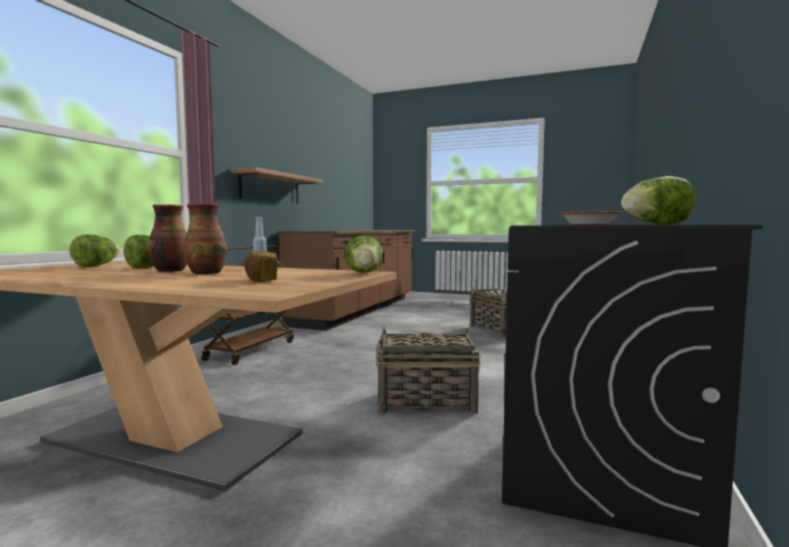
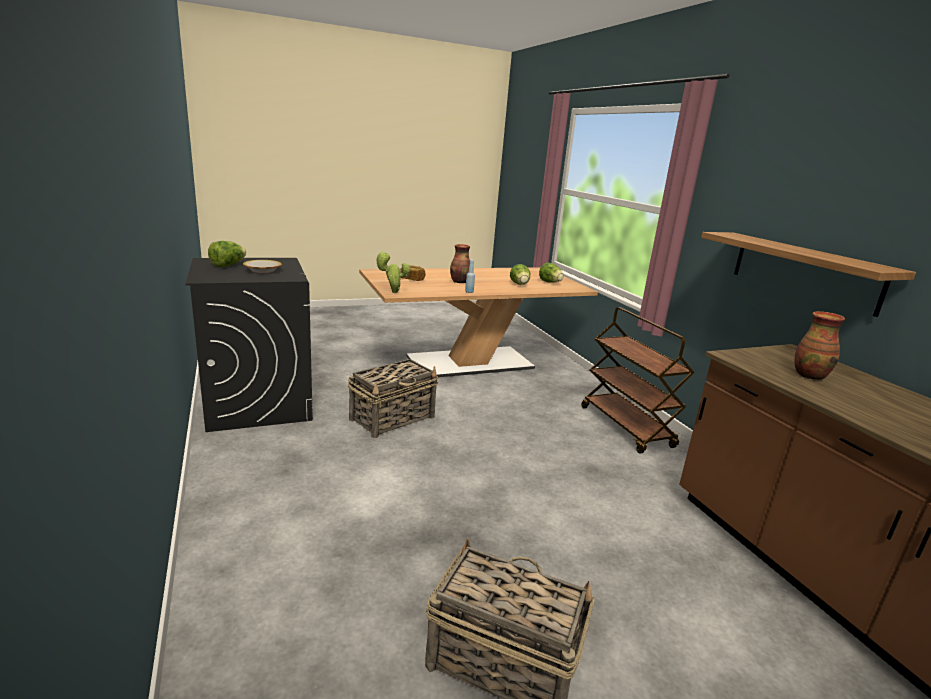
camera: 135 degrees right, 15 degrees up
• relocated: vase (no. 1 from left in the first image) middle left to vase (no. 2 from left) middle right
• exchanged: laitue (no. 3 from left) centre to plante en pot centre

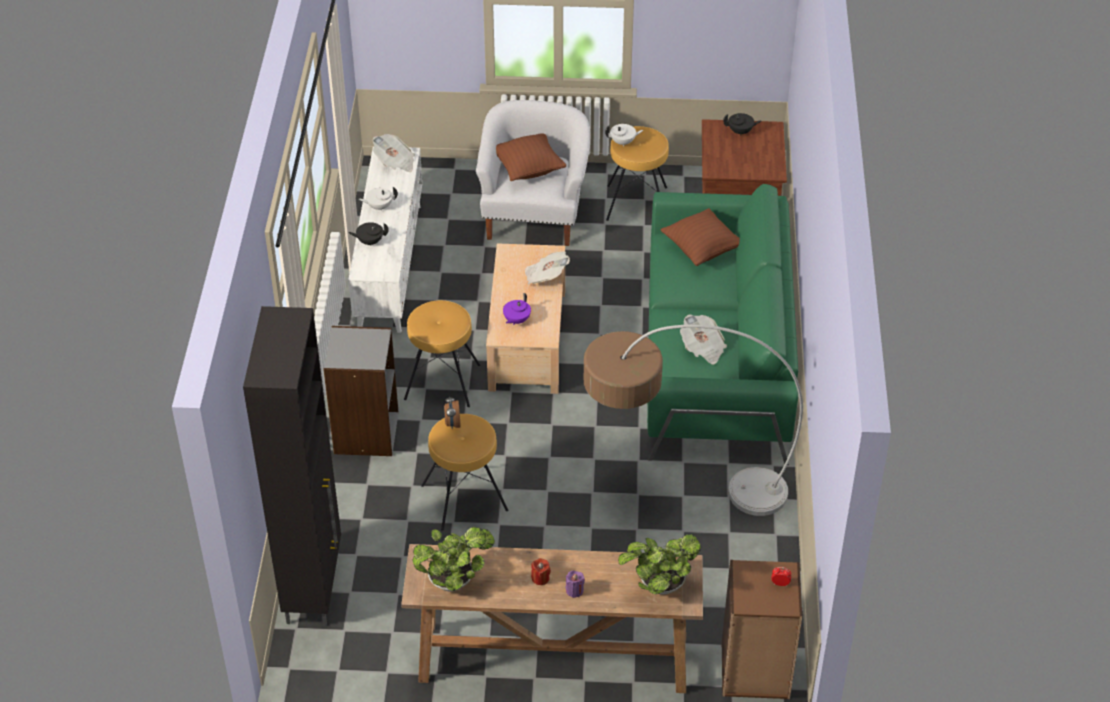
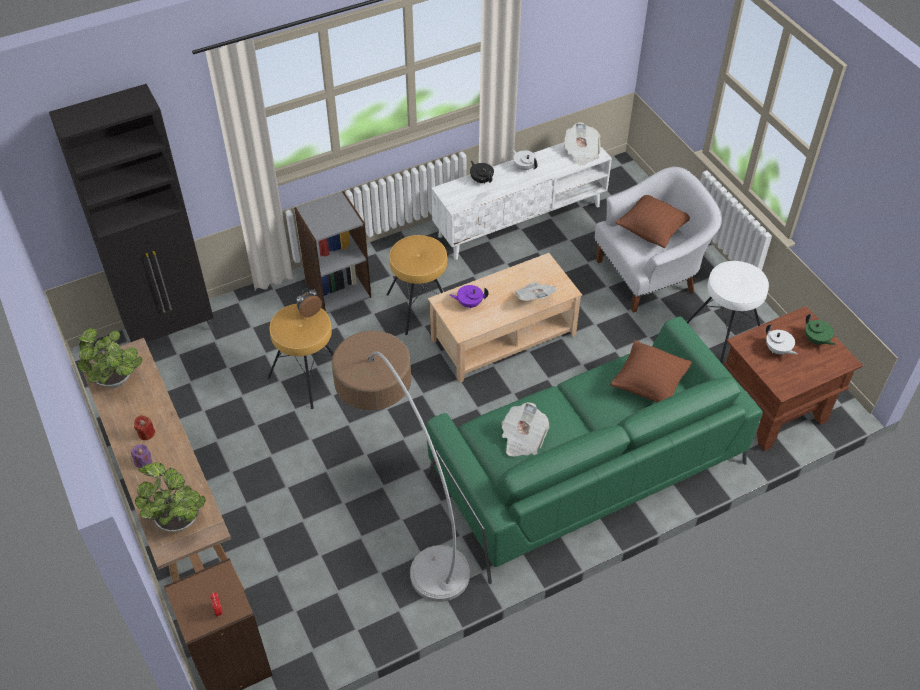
camera: 60 degrees right, 5 degrees up
• relocated: théière (blanc) (no. 2 from left) top centre to middle right
• colour: tabouret (marron) (no. 3 from left) top centre to tabouret (blanc) middle right
• colour: théière (noir) (no. 2 from left) top right to théière (vert) middle right

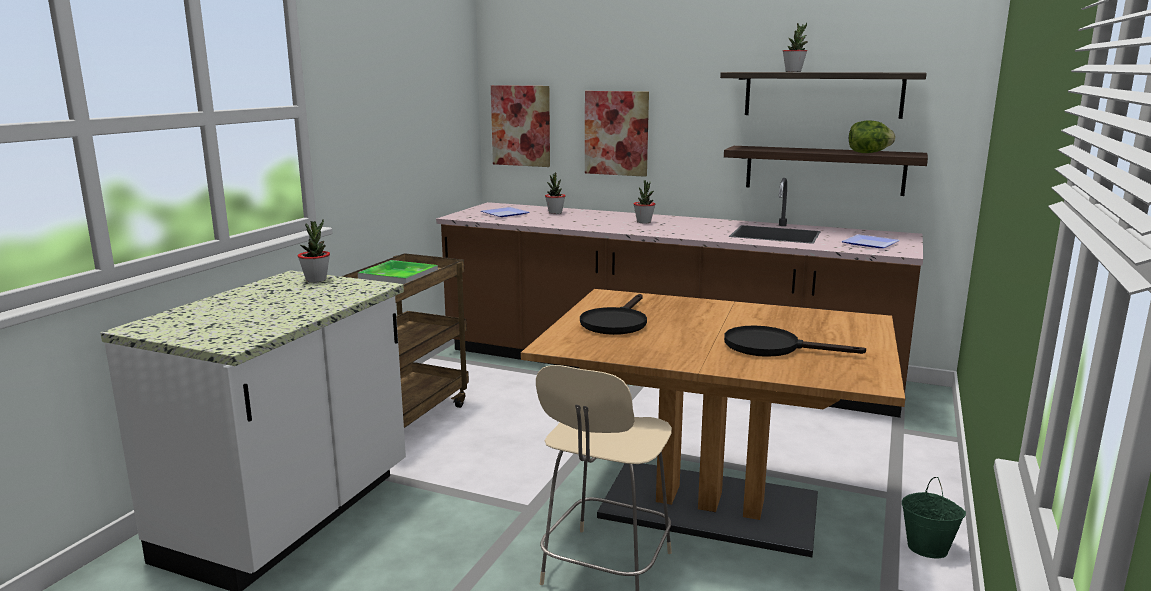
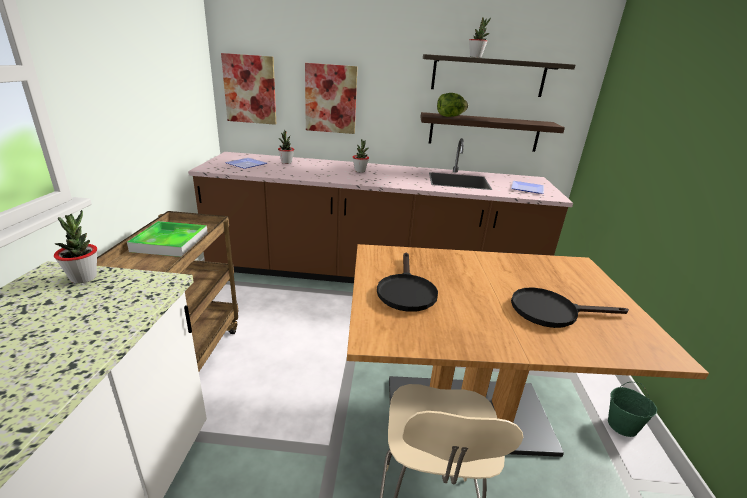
camera: 20 degrees left, 10 degrees up
• relocated: laitue top right to top centre

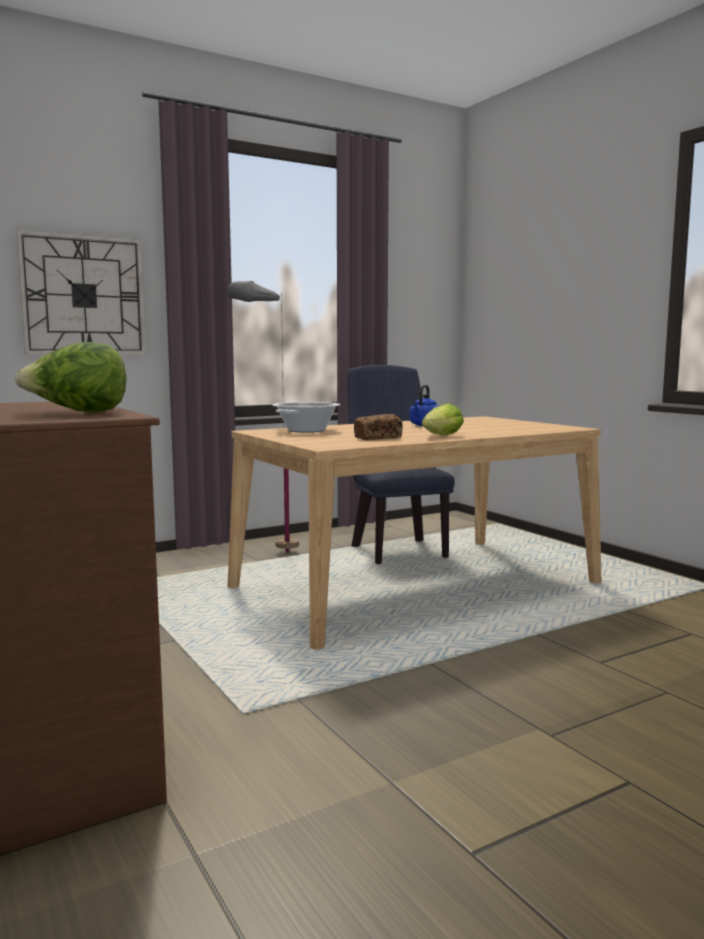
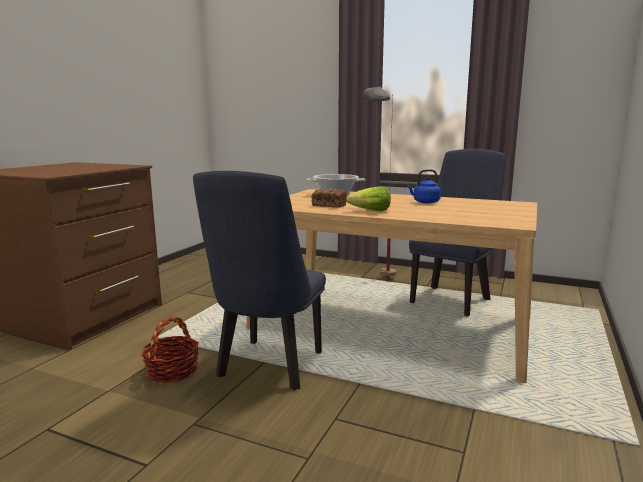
camera: 55 degrees right, 5 degrees up
• missing: laitue (no. 1 from left) middle left
• missing: horloge murale top left
• appeared: panier bottom left
• appeared: chaise (bleu) (no. 1 from left) centre

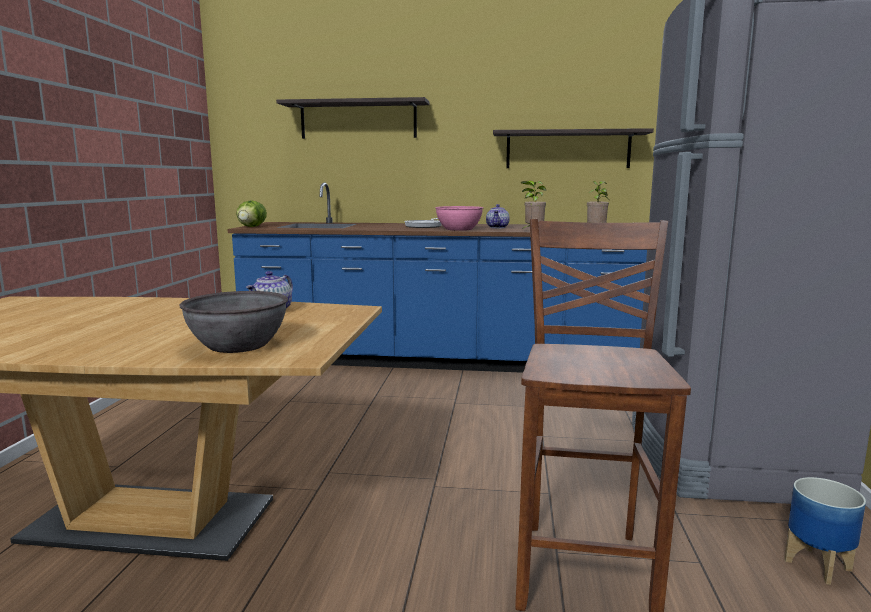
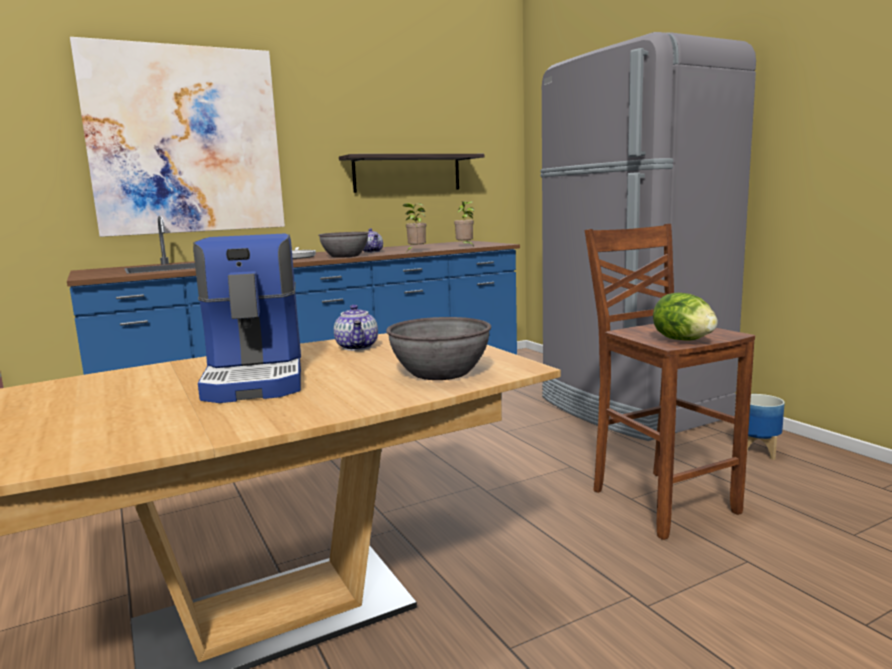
camera: 35 degrees left, 0 degrees up
• appeared: machine à café middle left
• relocated: laitue middle left to middle right
• exchanged: étagère (no. 1 from left) top centre to tableau top left
• colour: bol (rose) centre to bol (gris) (no. 1 from left) centre

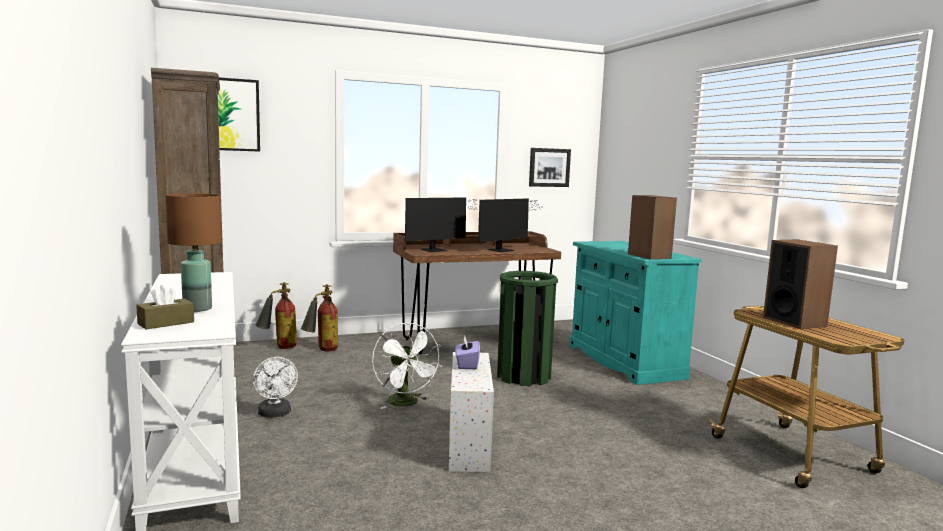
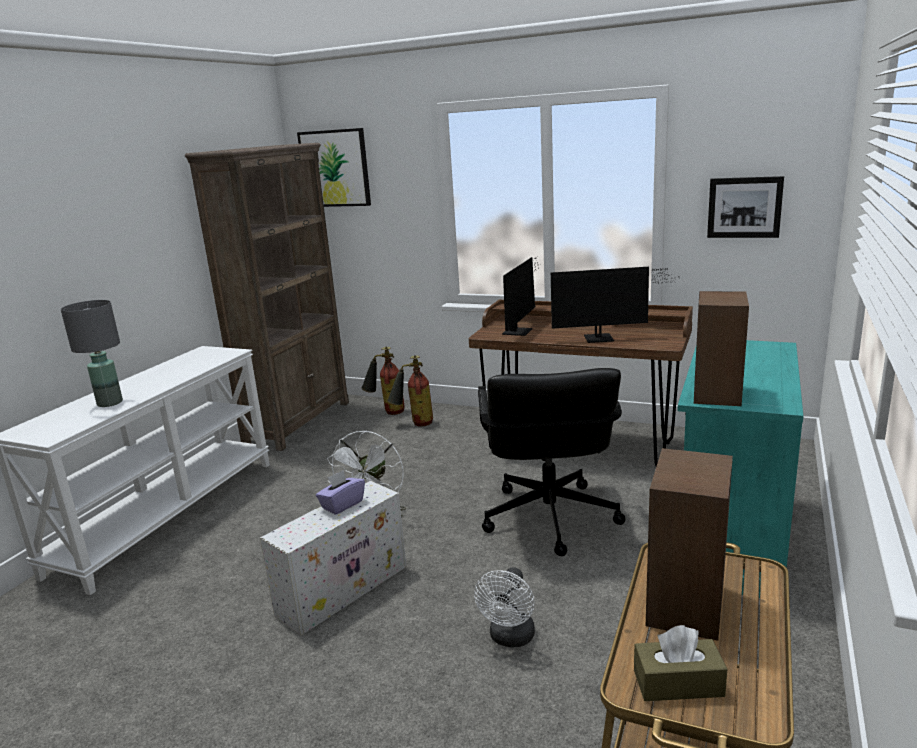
camera: 45 degrees right, 10 degrees up
• relocated: boîte à mouchoirs (marron) middle left to bottom right
• relocated: ventilateur (blanc) (no. 1 from left in the first image) bottom left to ventilateur (blanc) (no. 2 from left) bottom centre
• exchanged: poubelle (vert) centre to chaise de bureau (noir) centre
• colour: lampe de table (marron) middle left to lampe de table (gris) middle left
• spun: écran d'ordinateur (no. 1 from left) centre = centre 75 degrees counterclockwise

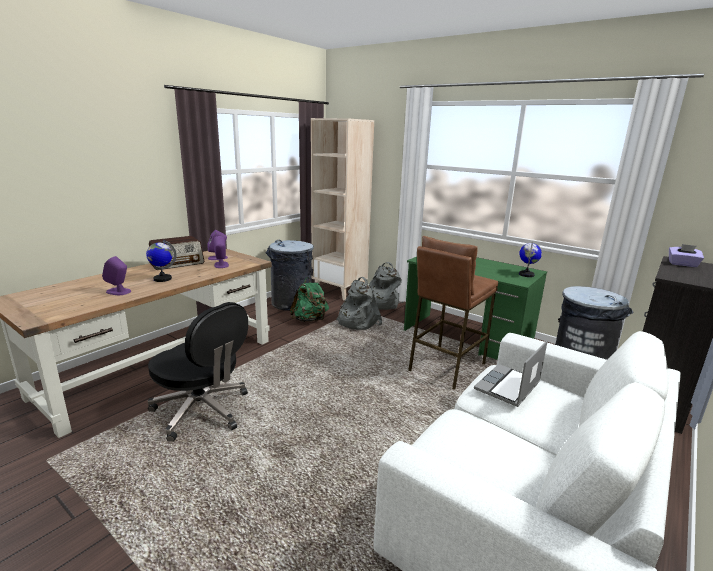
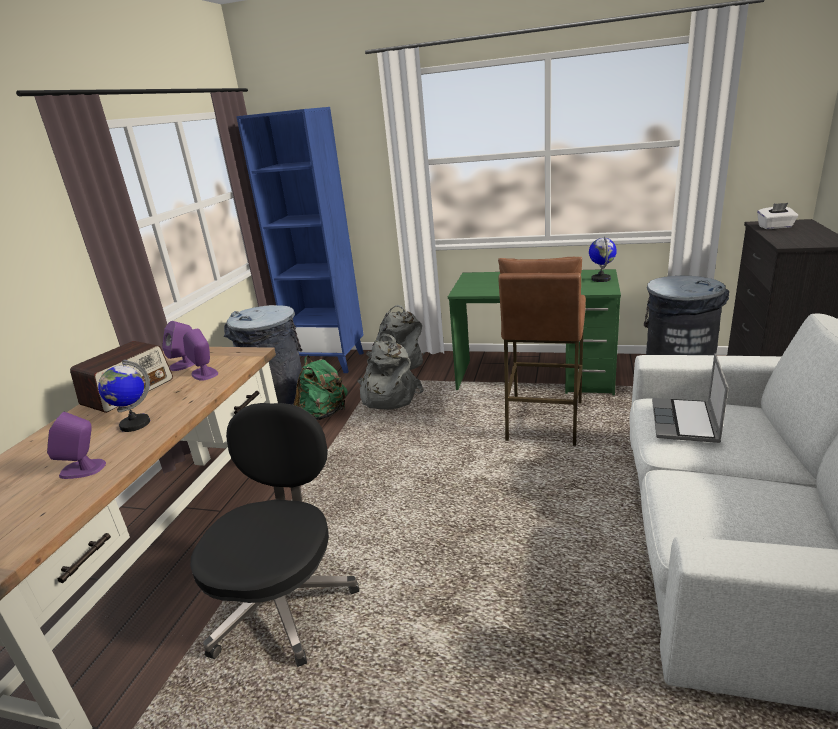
camera: 20 degrees left, 5 degrees up
• colour: bibliothèque (beige) centre to bibliothèque (bleu) top centre
• colour: boîte à mouchoirs (violet) middle right to boîte à mouchoirs (blanc) top right
• spun: chaise de bureau (noir) middle left = bottom left 90 degrees counterclockwise

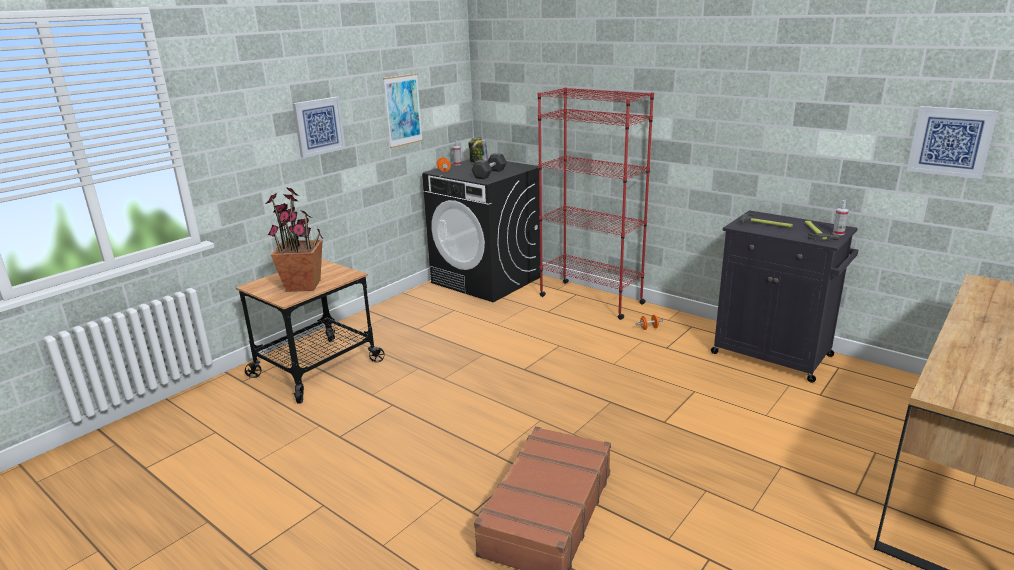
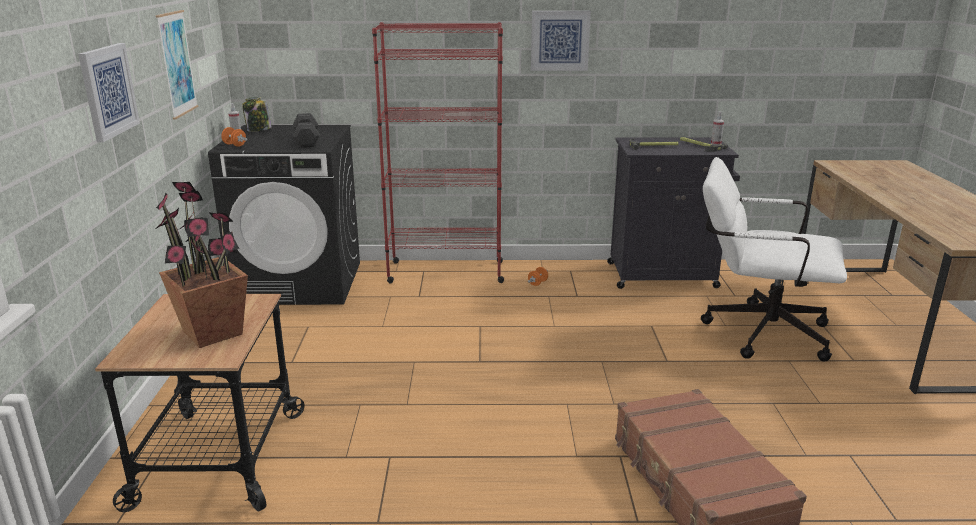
camera: 40 degrees left, 0 degrees up
• appeared: chaise de bureau (blanc) middle right
• relocated: tableau (no. 3 from left) top right to top centre

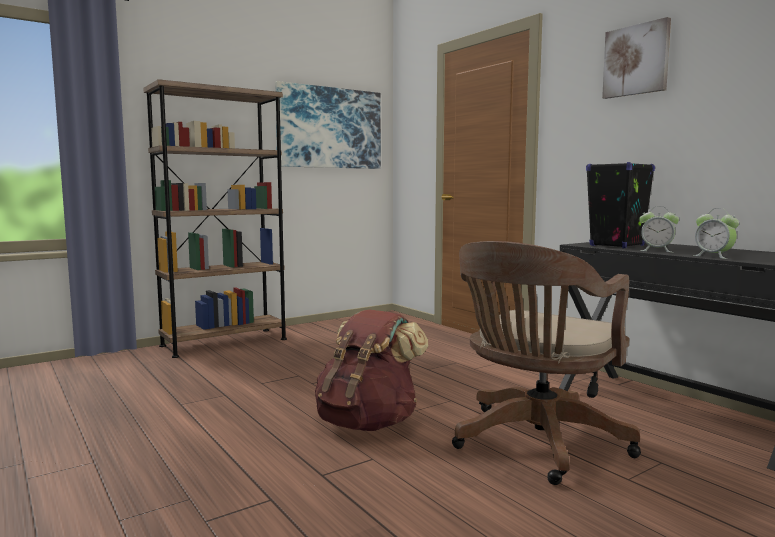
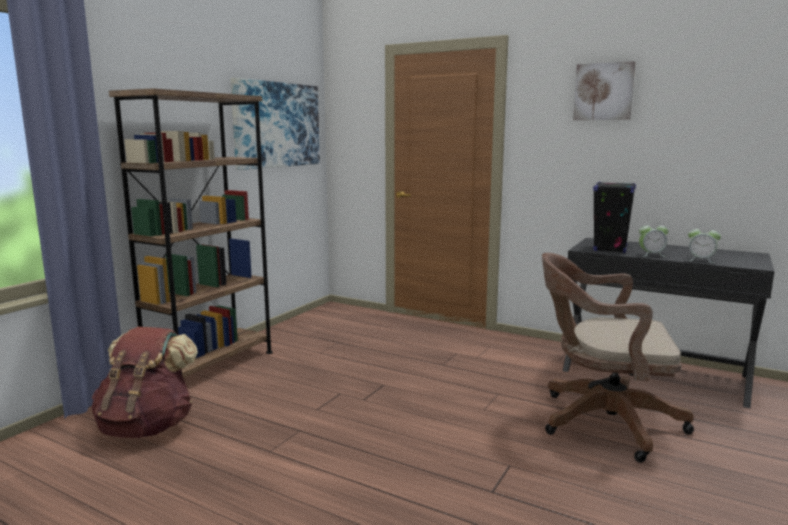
camera: 25 degrees left, 5 degrees up
• relocated: sac à dos (marron) bottom centre to bottom left
• spun: chaise de bureau (marron) bottom right = bottom right 90 degrees clockwise

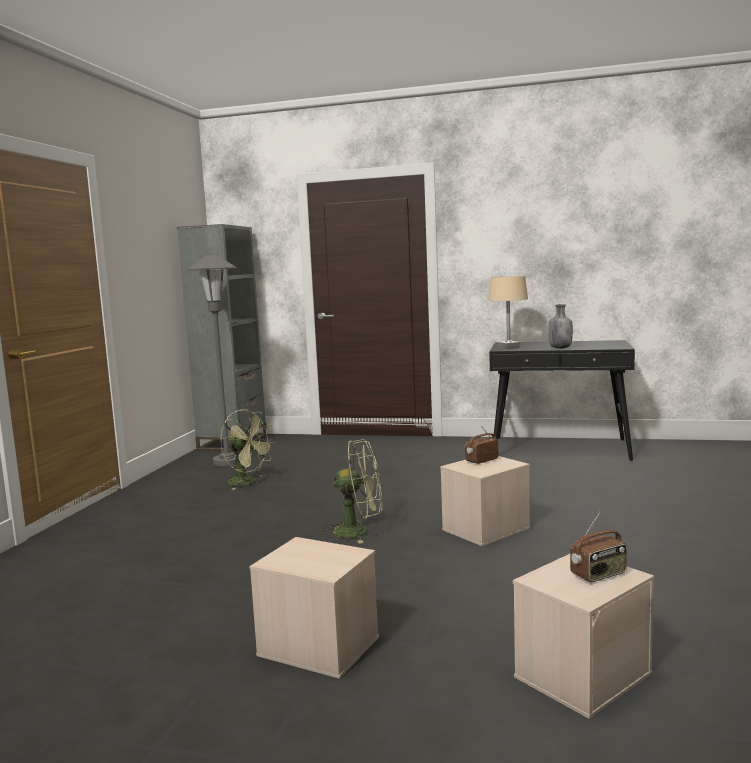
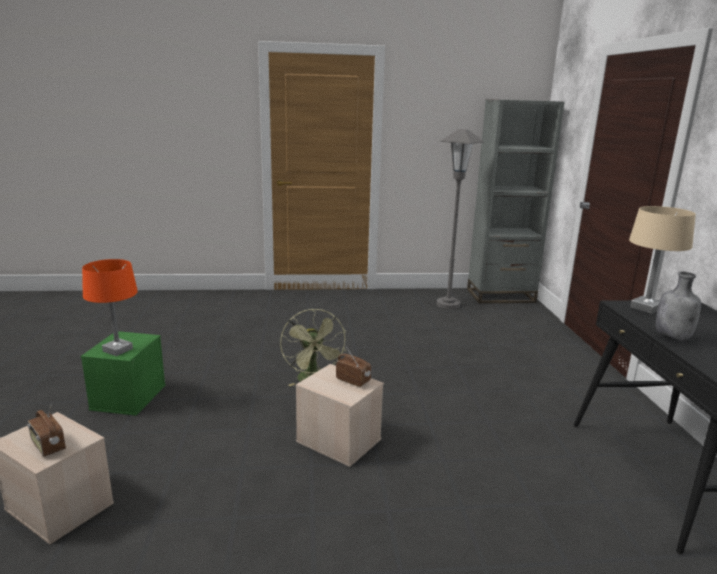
camera: 70 degrees right, 10 degrees up
• missing: ventilateur (vert) (no. 1 from left) middle left
• appeared: lampe de table (orange) middle left
• colour: boîte de rangement (beige) (no. 1 from left) bottom centre to boîte de rangement (vert) middle left

